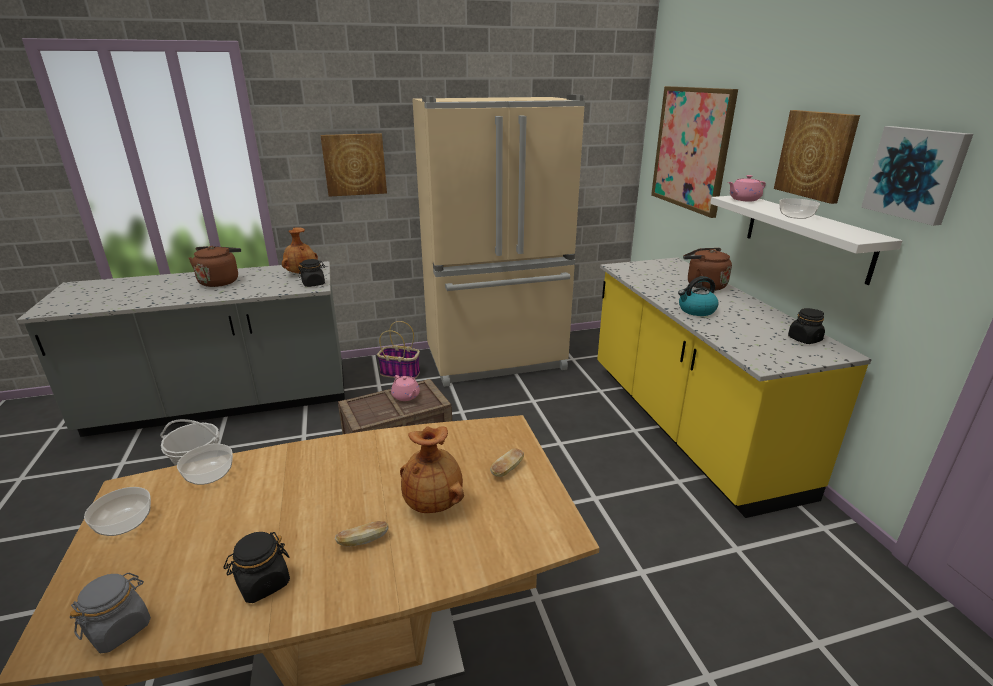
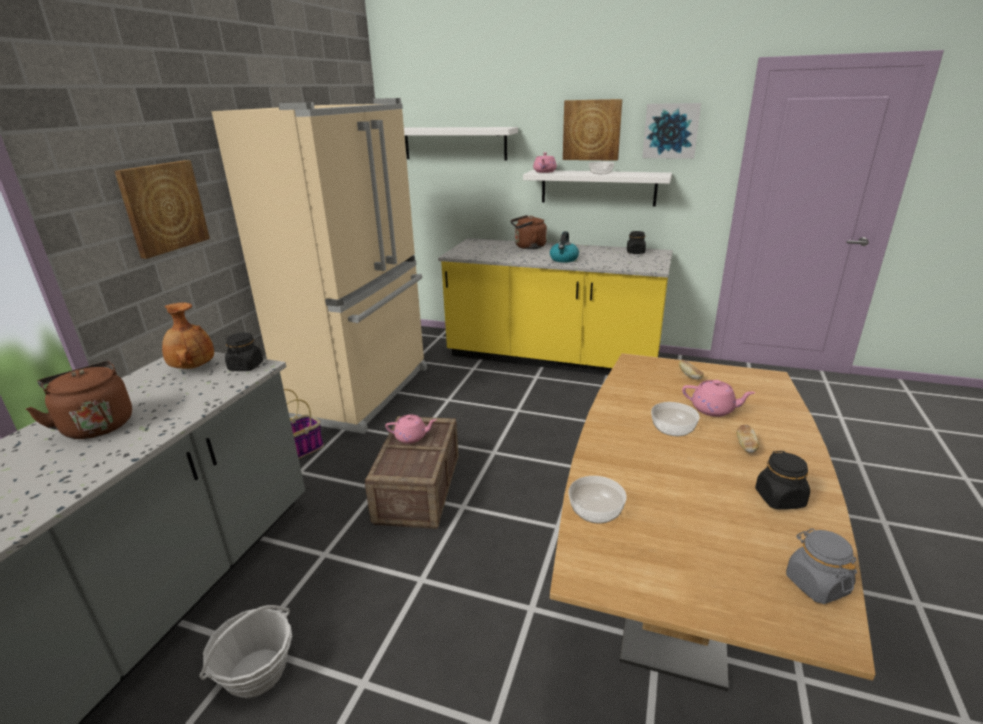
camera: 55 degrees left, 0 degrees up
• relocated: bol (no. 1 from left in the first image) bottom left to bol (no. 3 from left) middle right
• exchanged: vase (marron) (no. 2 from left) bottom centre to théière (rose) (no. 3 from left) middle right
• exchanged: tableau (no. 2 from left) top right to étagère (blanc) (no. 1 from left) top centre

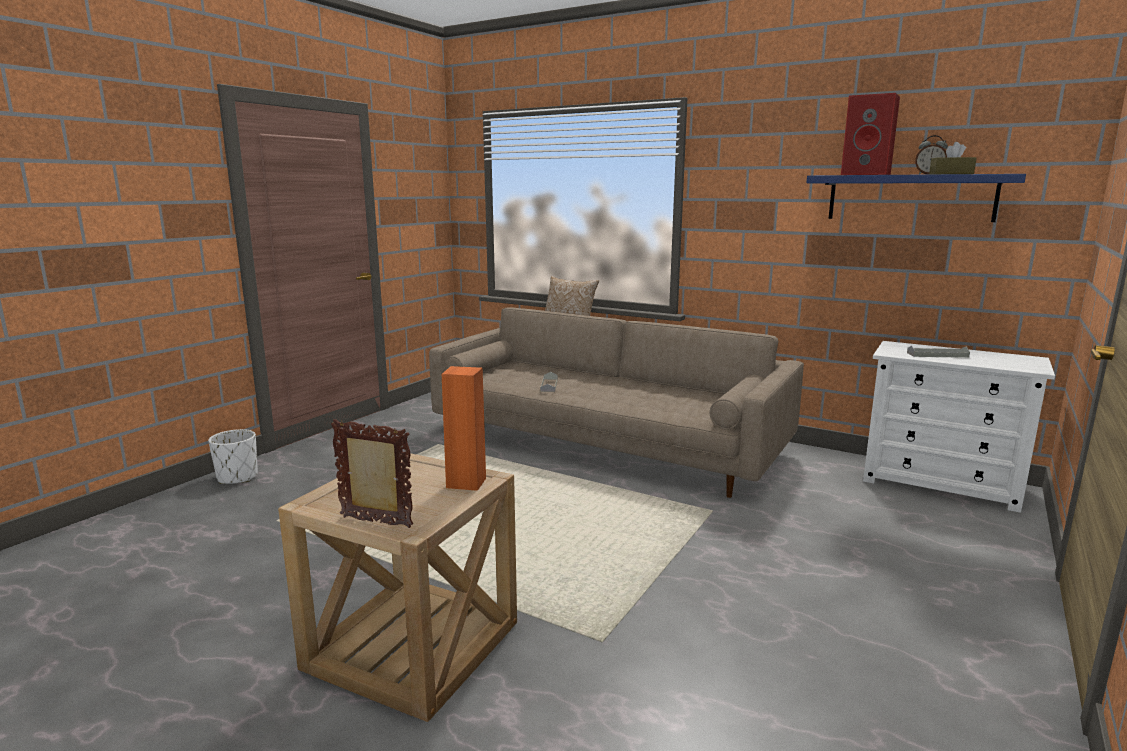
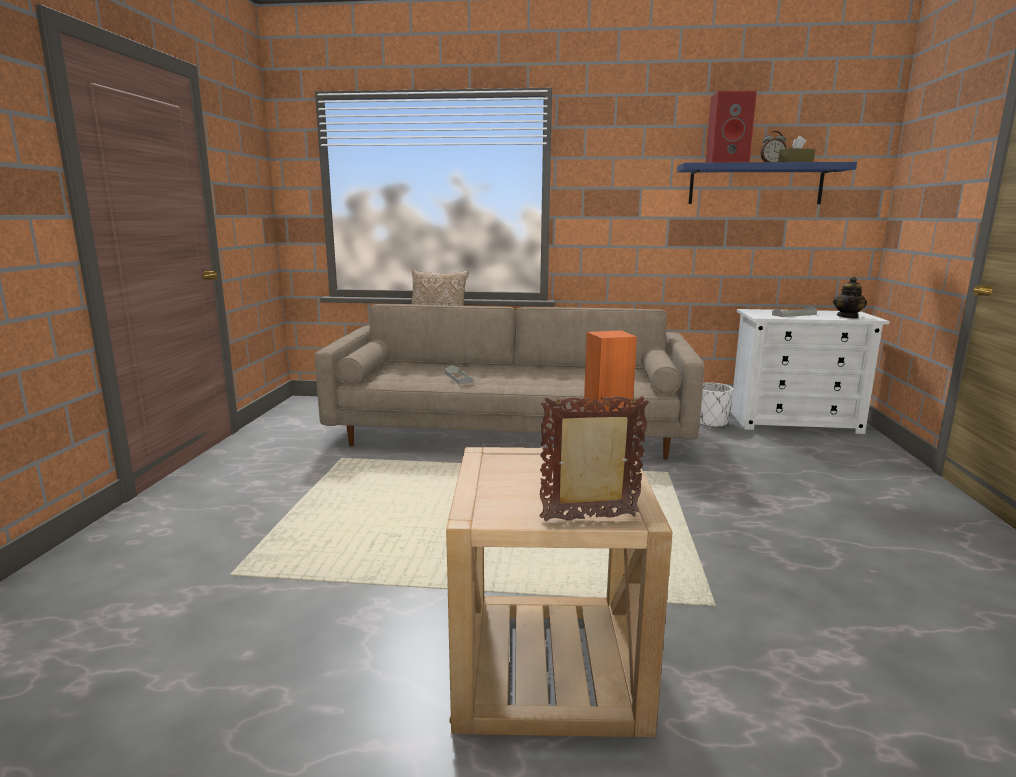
camera: 25 degrees left, 0 degrees up
• appeared: théière middle right
• relocated: cache-pot (blanc) middle left to middle right

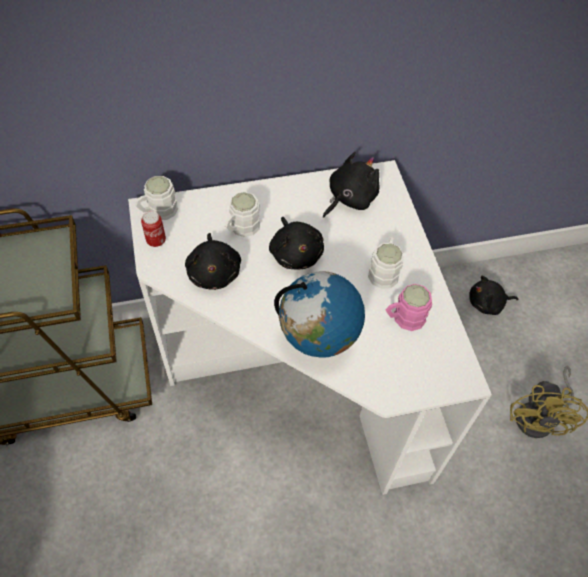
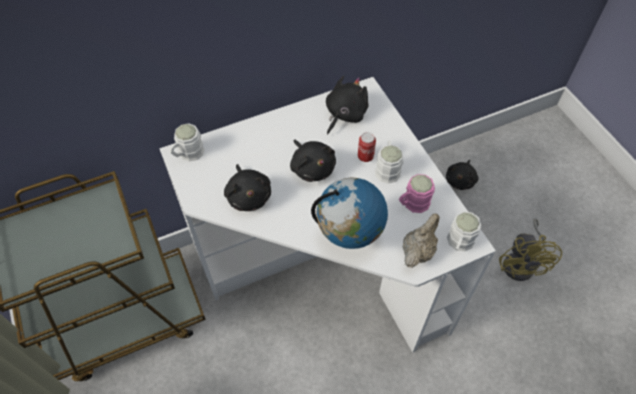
camera: 10 degrees left, 0 degrees up
• appeared: théière (beige) centre
• relocated: boîte métallique middle left to centre
• relocated: mug (blanc) (no. 2 from left in the first image) centre to mug (blanc) (no. 3 from left) middle right
• spun: peluche (noir) (no. 4 from left) middle right = middle right 45 degrees counterclockwise

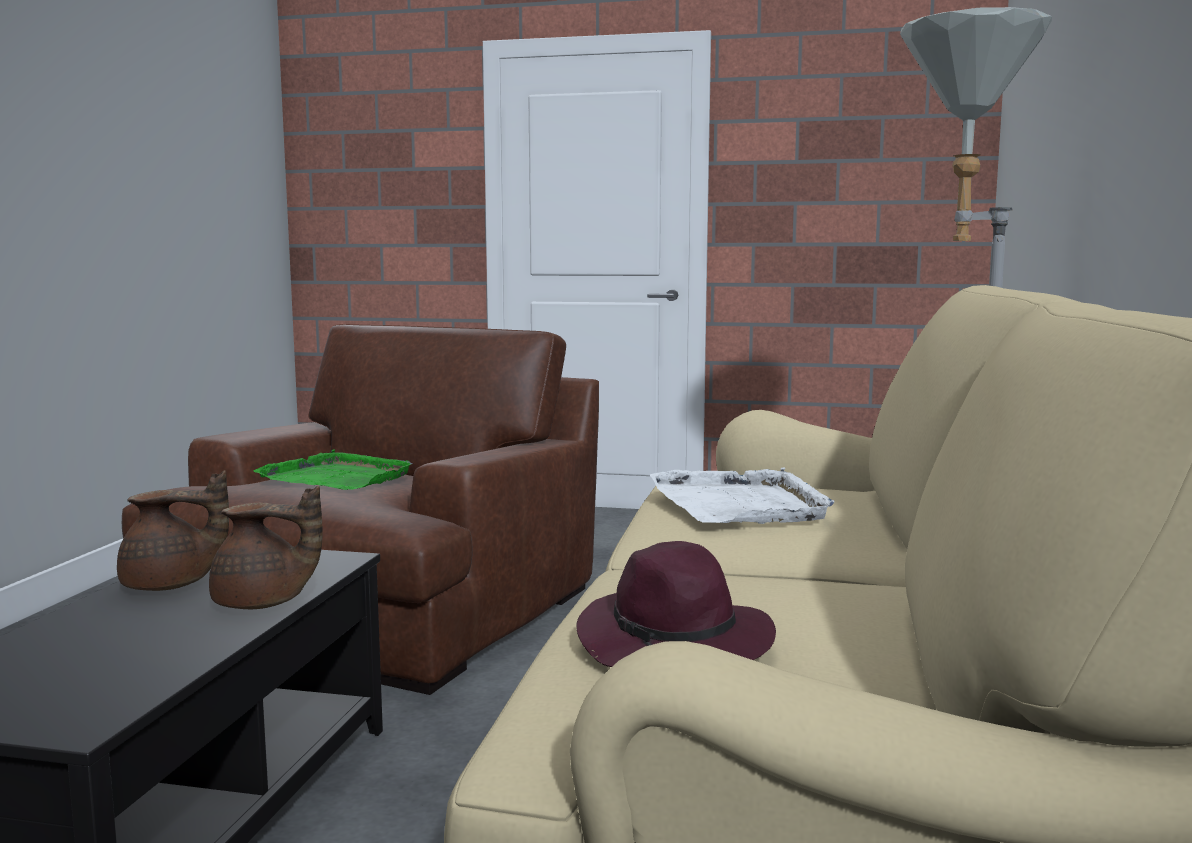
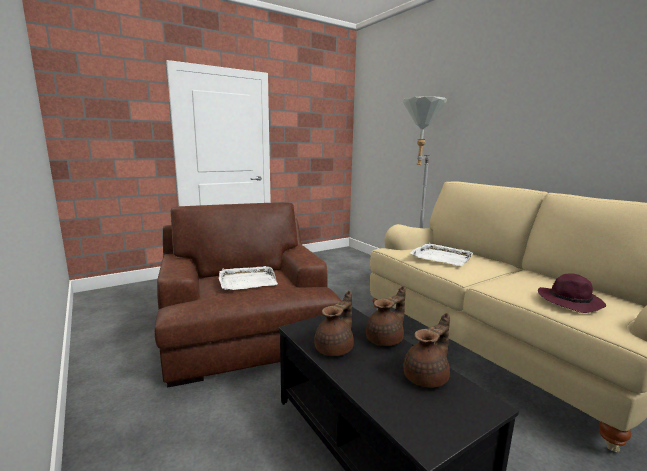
camera: 45 degrees left, 5 degrees up
• appeared: théière (marron) (no. 3 from left) bottom centre
• colour: plateau (vert) middle left to plateau (blanc) (no. 1 from left) centre

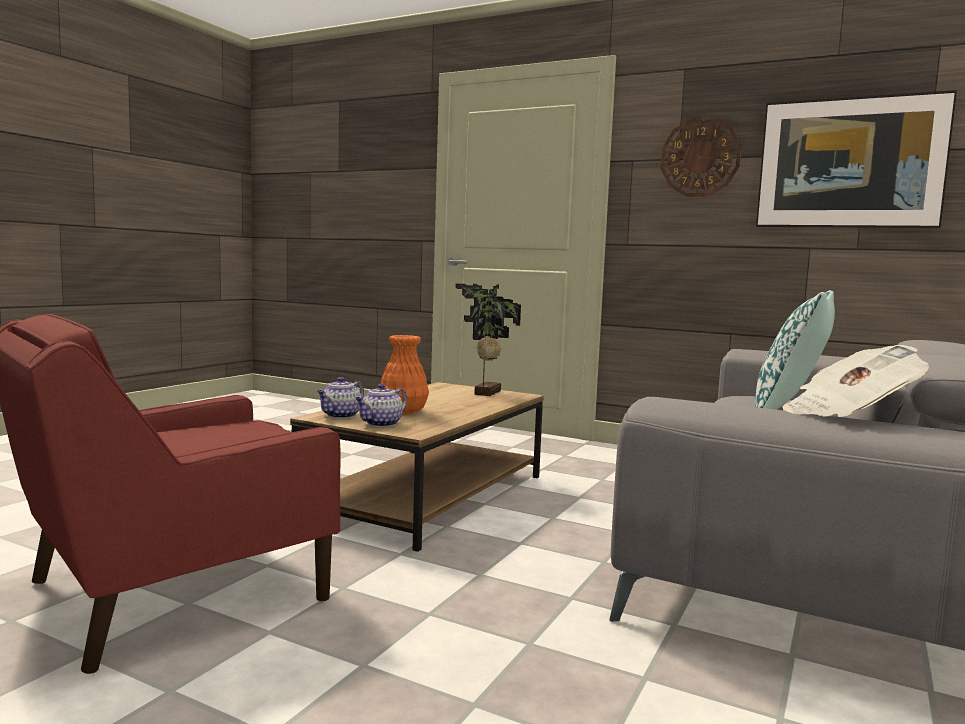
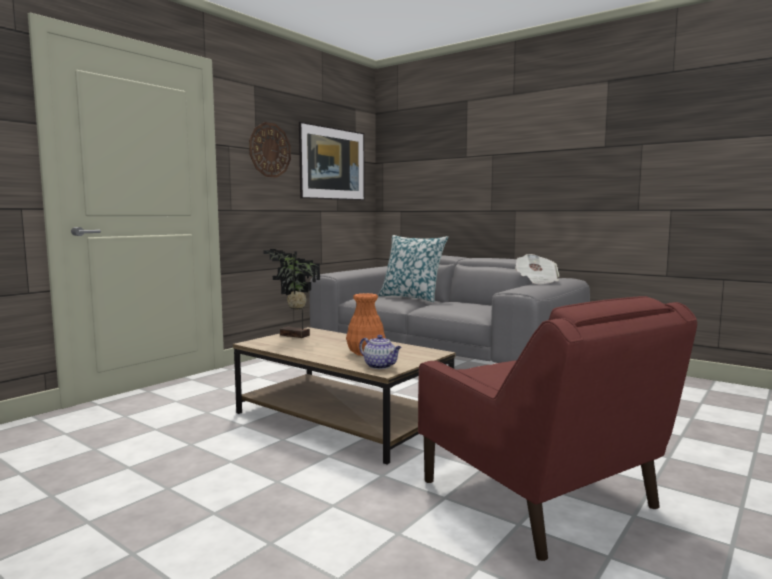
camera: 80 degrees left, 0 degrees up
• missing: théière (no. 2 from left) centre

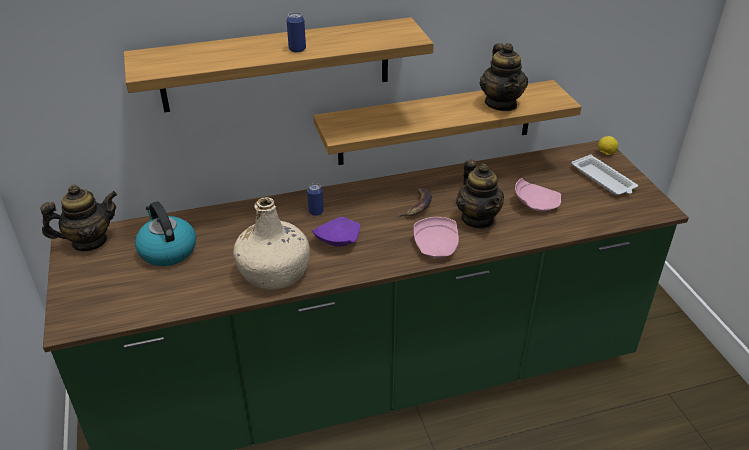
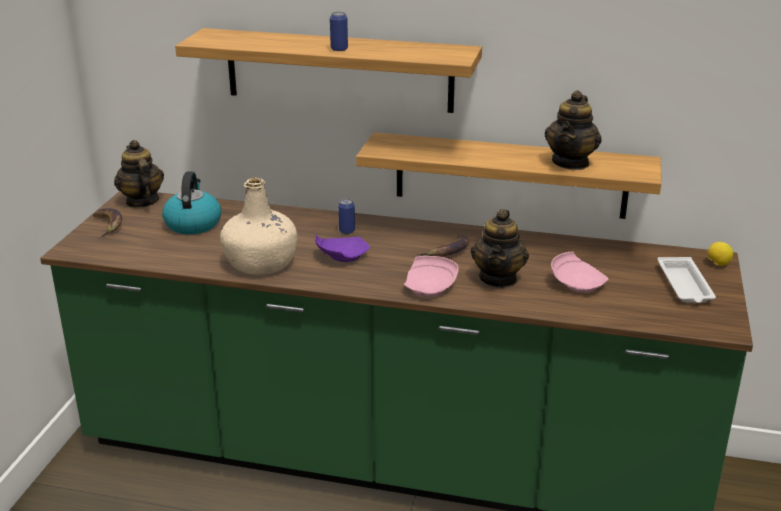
camera: 30 degrees right, 10 degrees down
• appeared: banane (no. 1 from left) middle left
• spun: théière (no. 1 from left) middle left = middle left 120 degrees counterclockwise

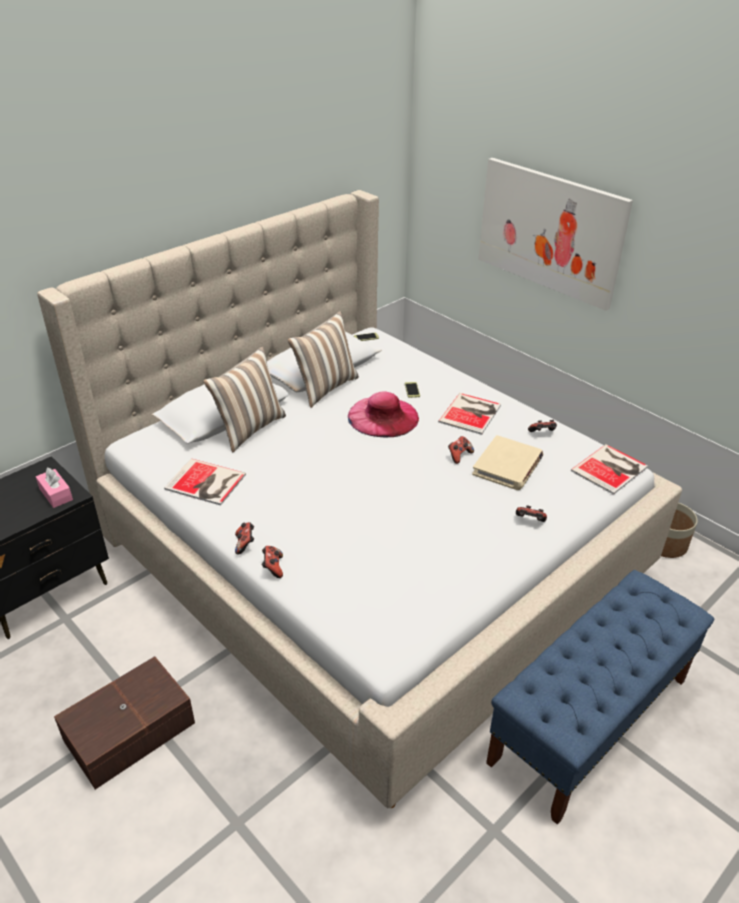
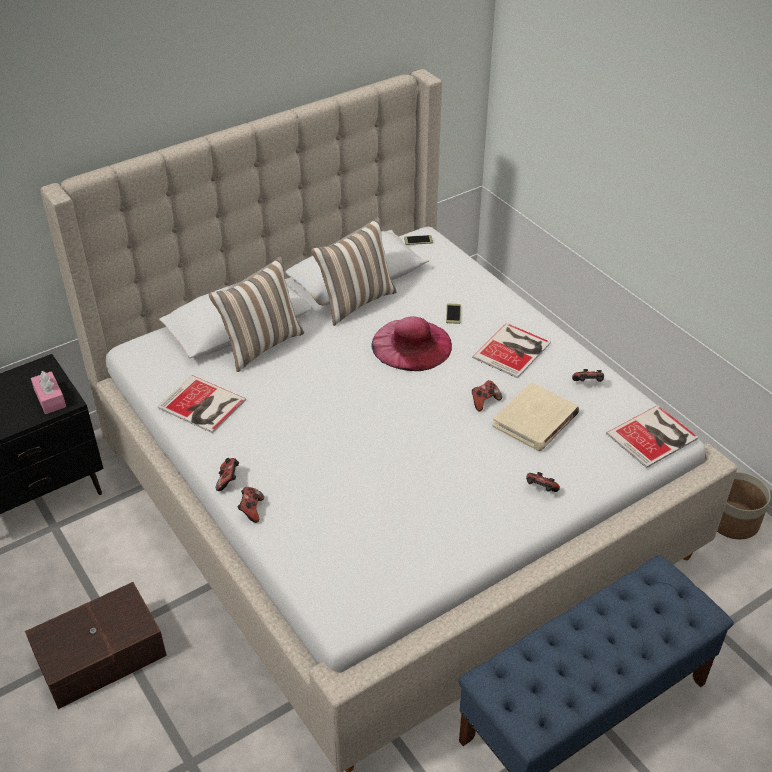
camera: 10 degrees right, 5 degrees up
• missing: tableau top right

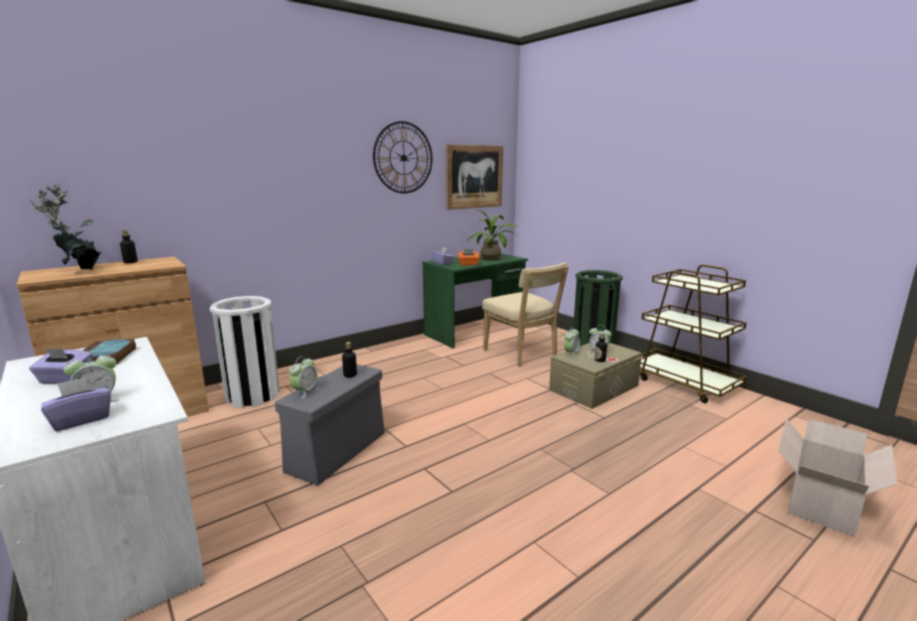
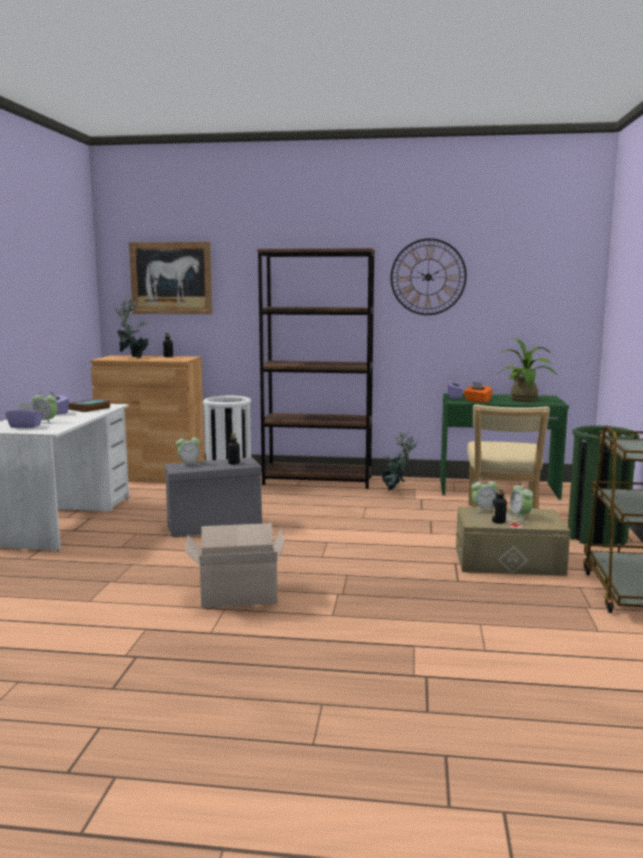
camera: 45 degrees right, 5 degrees down
• appeared: bibliothèque (marron) centre
• appeared: plante en pot (no. 2 from left) centre
• relocated: tableau top centre to top left
• relocated: carton bottom right to centre

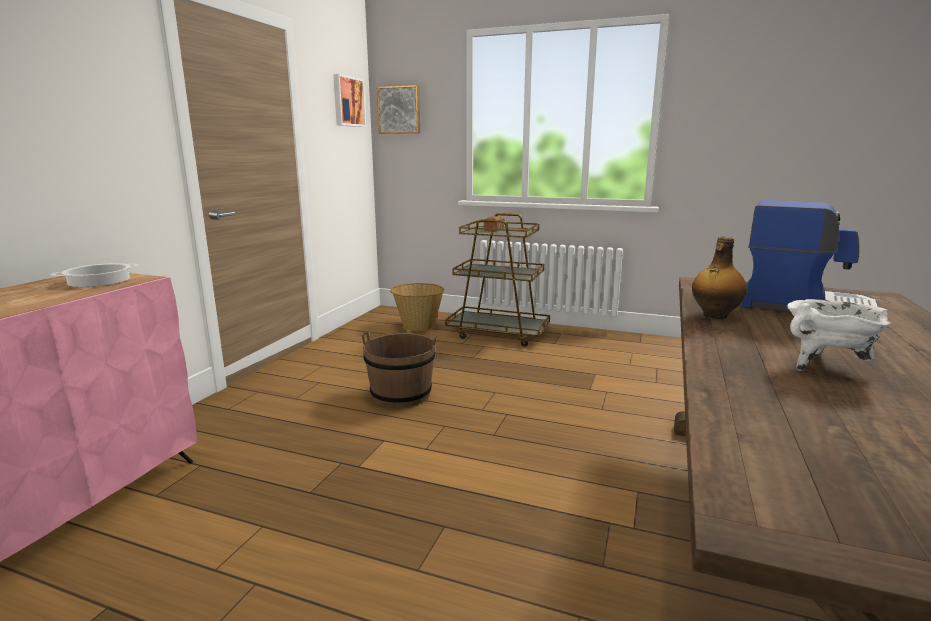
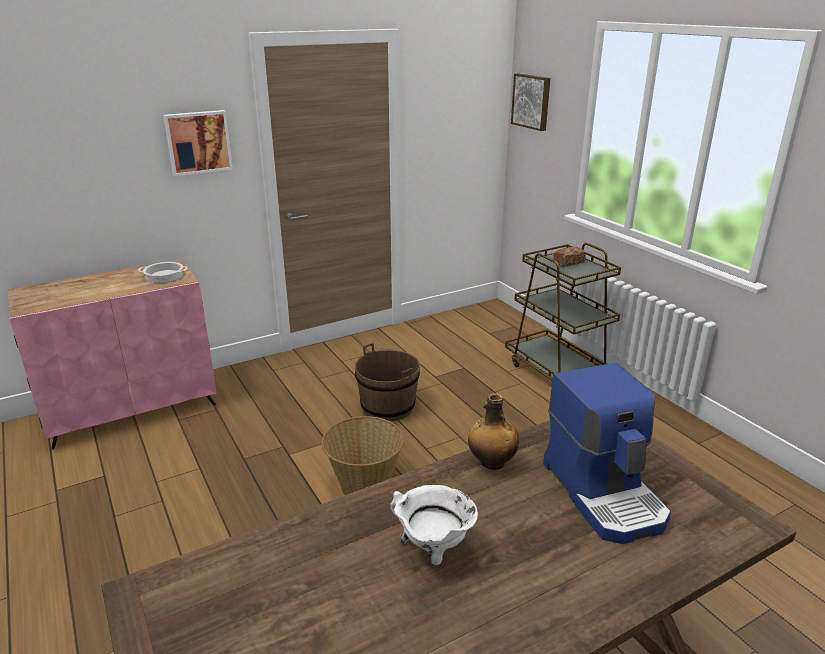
camera: 40 degrees right, 10 degrees up
• relocated: tableau (no. 1 from left) top centre to top left
• relocated: panier centre to bottom centre

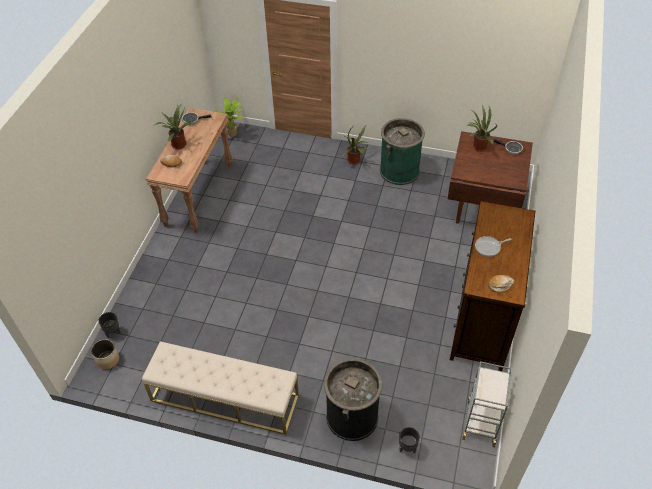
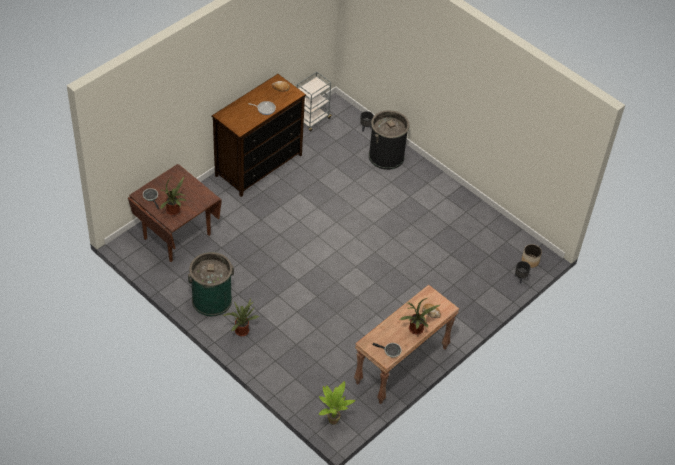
camera: 155 degrees left, 0 degrees up
• missing: banc (beige) bottom centre

